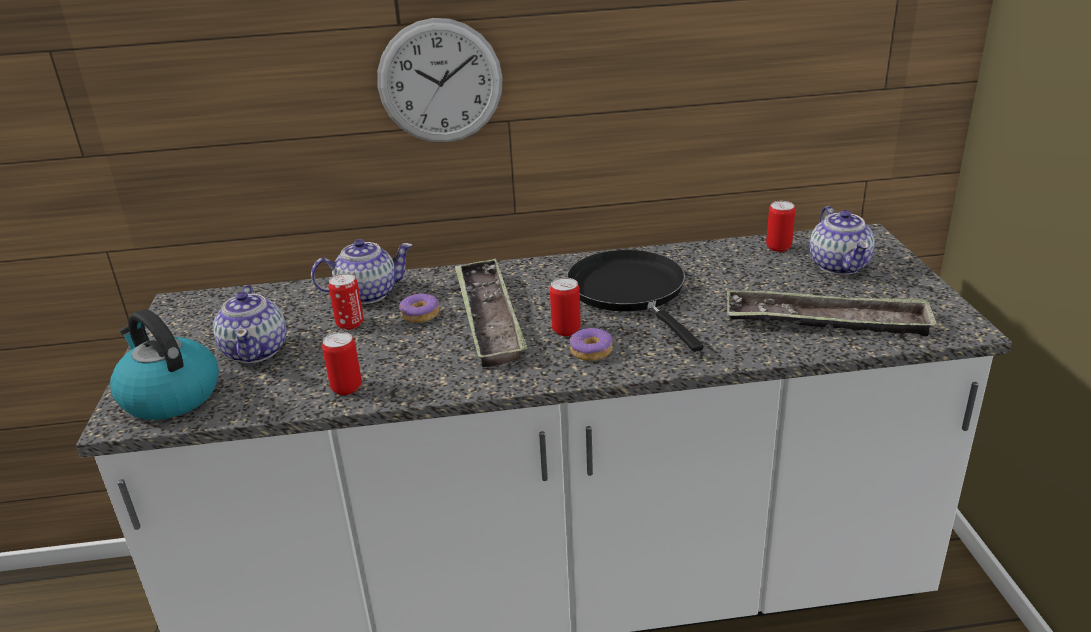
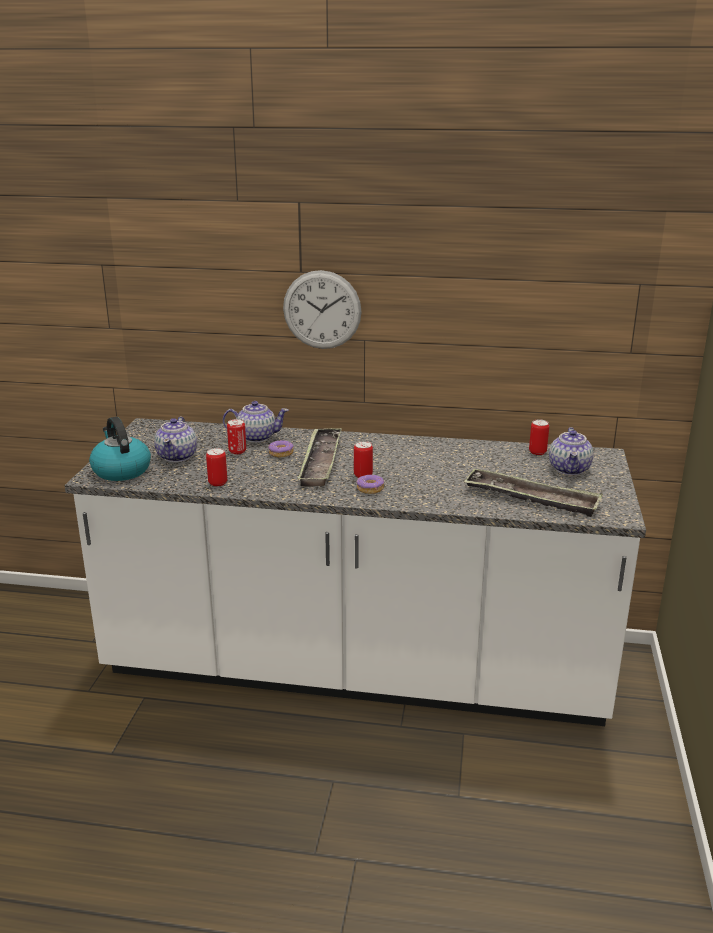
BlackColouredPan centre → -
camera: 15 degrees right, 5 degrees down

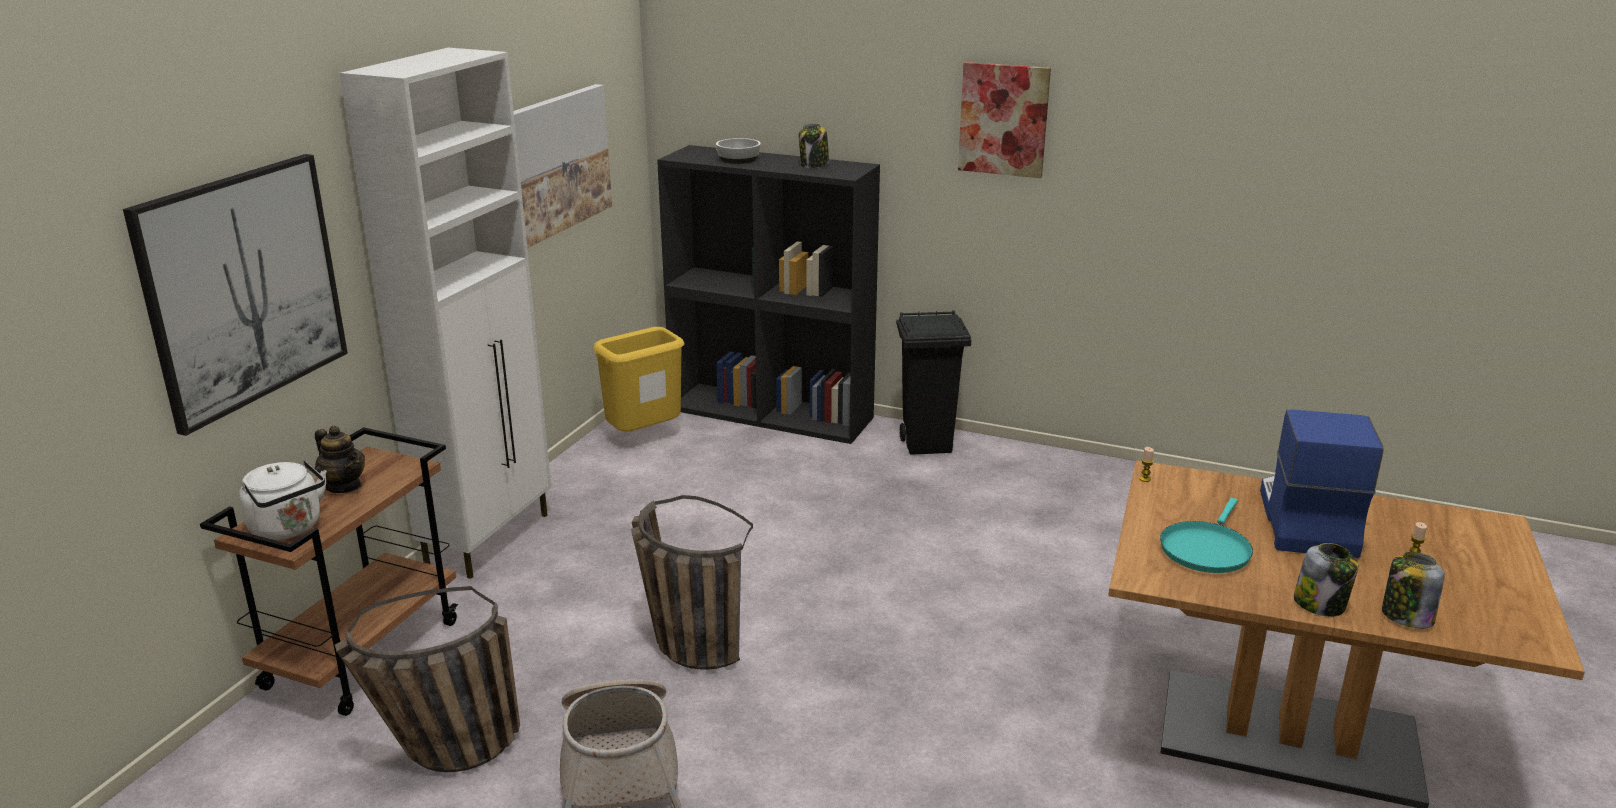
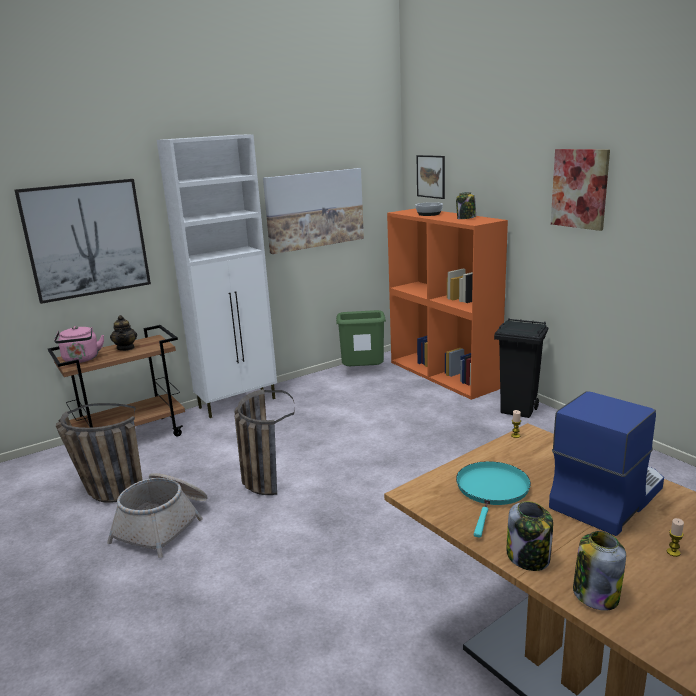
BlackColouredShelvingUnit centre → OrangeyShelvingUnit centre
YellowishWasteBin centre → GreenWasteBin centre
WhiteColouredWaterKettle middle left → PinkWaterKettle middle left
TurquoisePan middle right → TurquoisePan bottom right, 135 degrees clockwise
- → WallPicture (3rd from left) top centre
camera: 35 degrees right, 5 degrees down

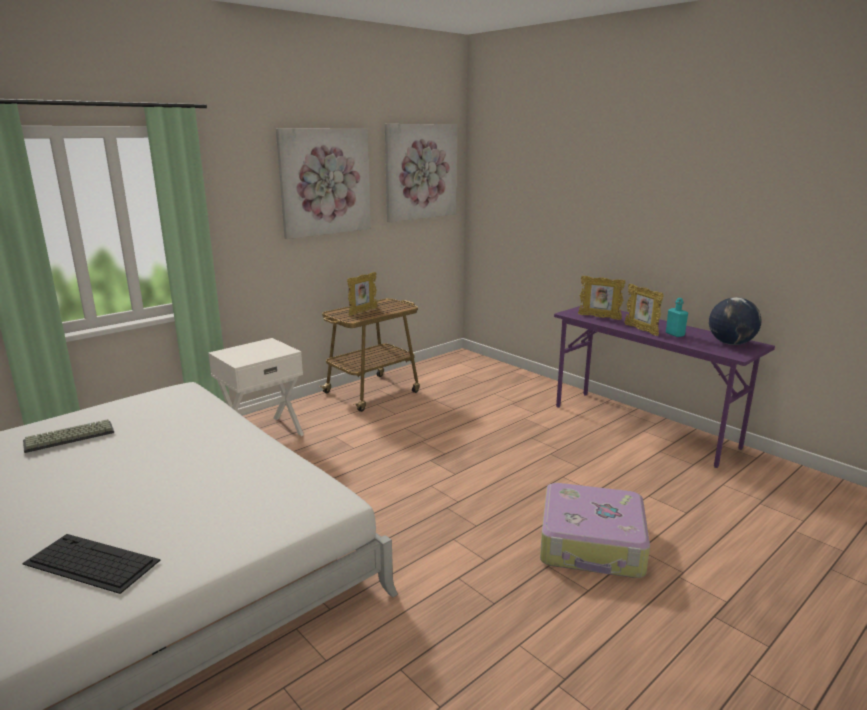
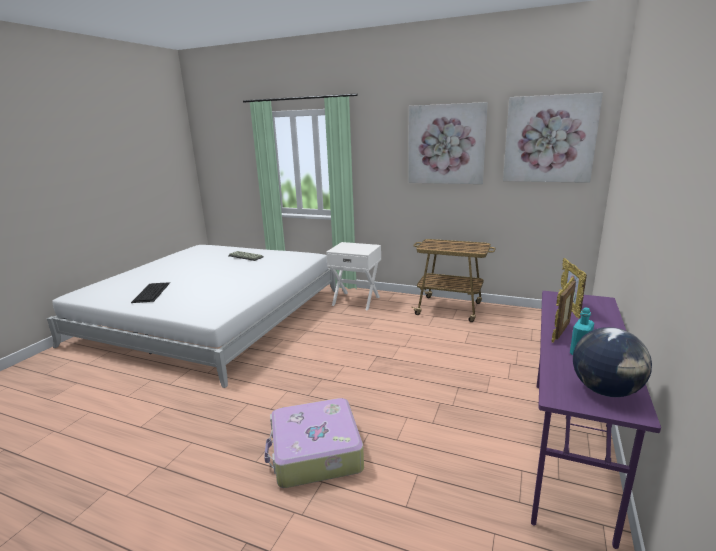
StandingFrame (1st from left) centre → -
camera: 65 degrees right, 0 degrees up

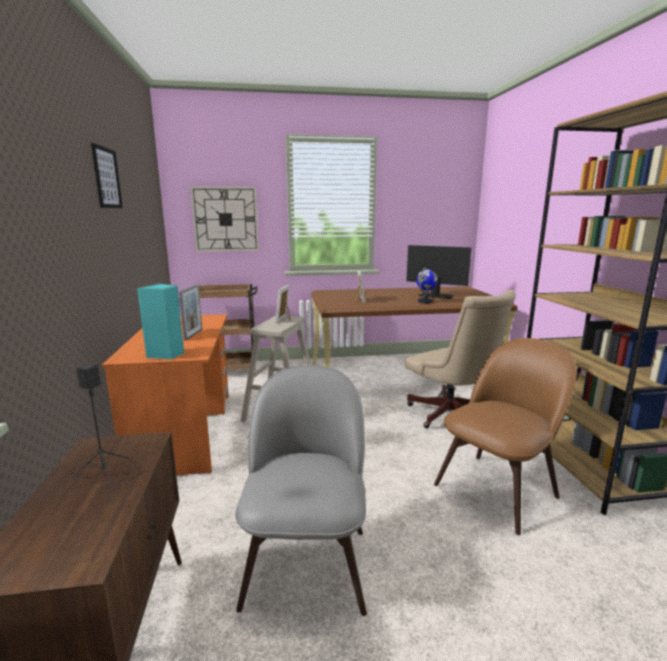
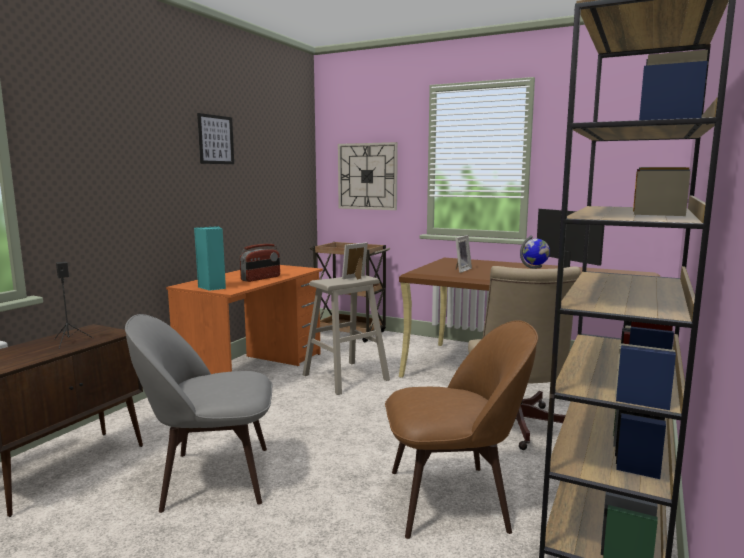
StandingFrame (1st from left) middle left → RadioSet centre
GrayUprightChair bottom centre → GrayUprightChair bottom left, 135 degrees counterclockwise
camera: 35 degrees right, 5 degrees down

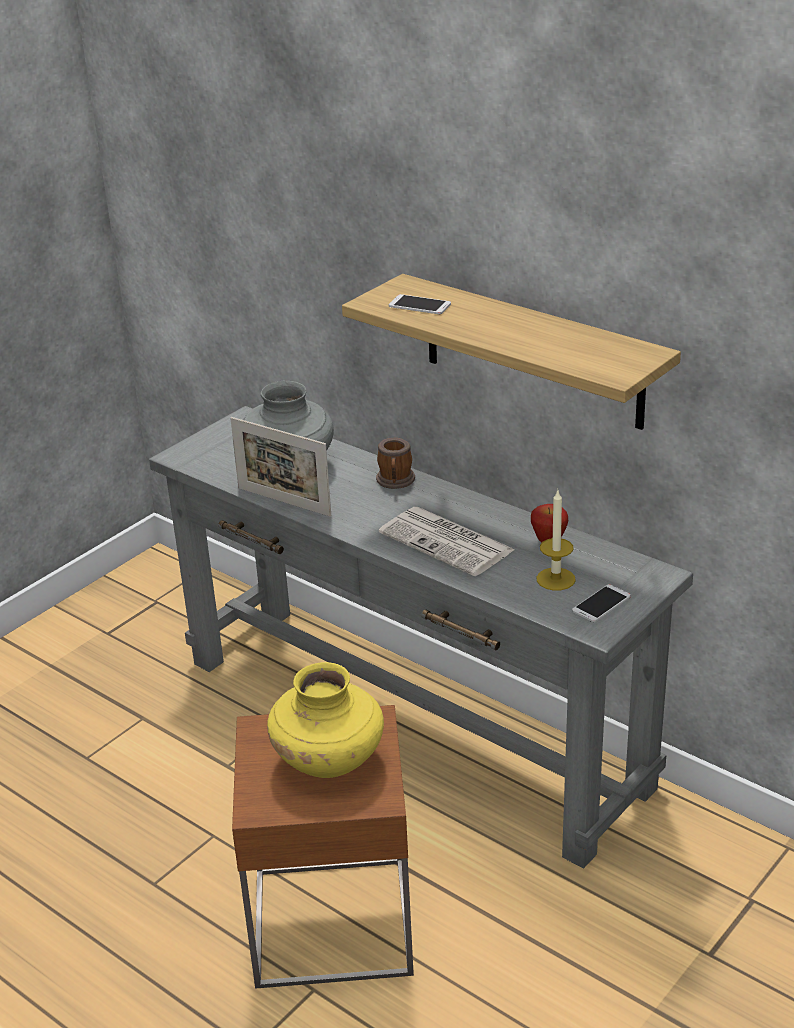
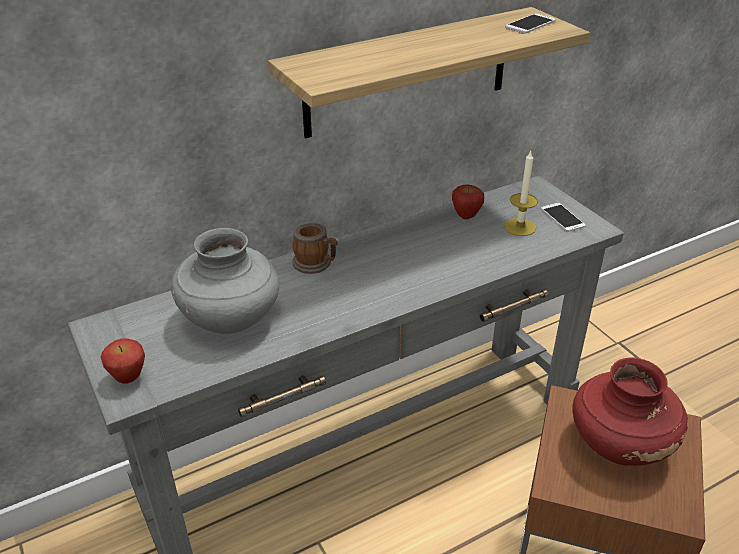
Handset (1st from left) top centre → Handset (1st from left) top right, moved
StandingFrame centre → -
Newspaper centre → -
YellowishVase bottom centre → RedColouredVase bottom right
- → Apple (1st from left) middle left
camera: 70 degrees left, 5 degrees up

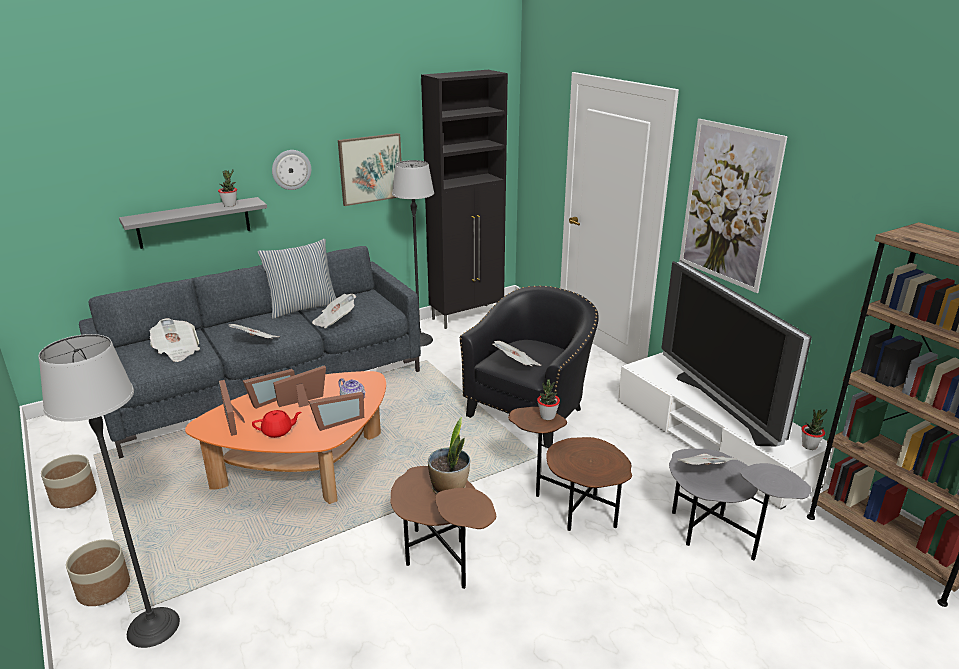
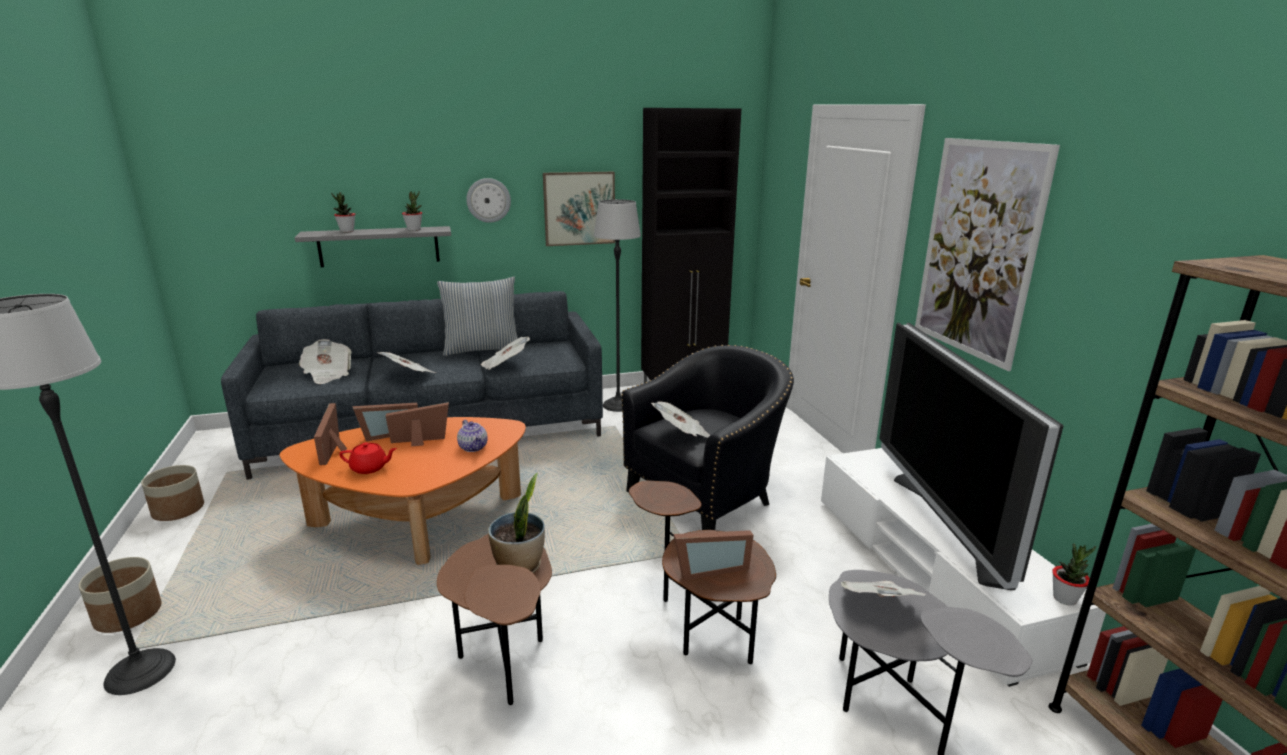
PlantInAPot (3rd from left in the first image) centre → PlantInAPot (1st from left) top left, moved
StandingFrame (4th from left) centre → StandingFrame (4th from left) bottom centre, moved
camera: 15 degrees right, 5 degrees down

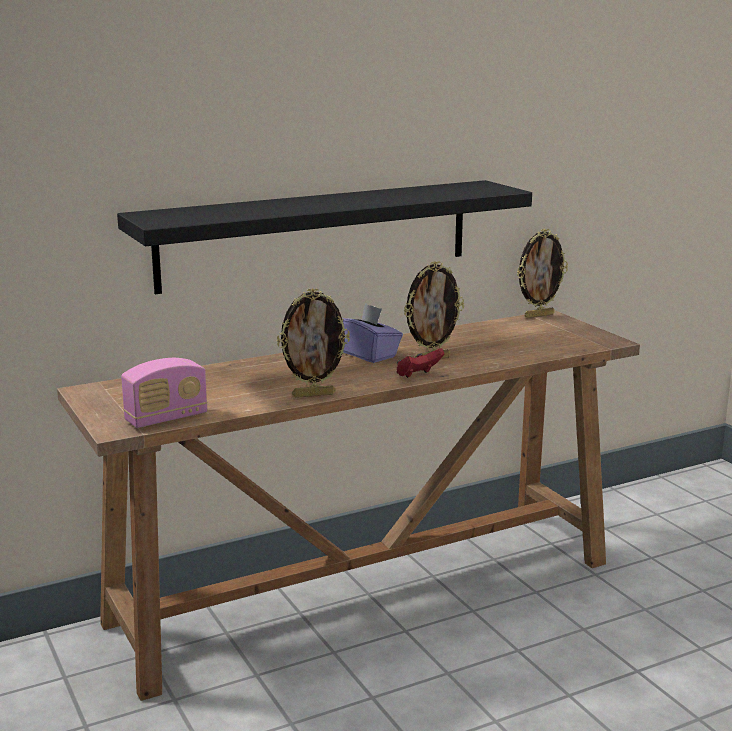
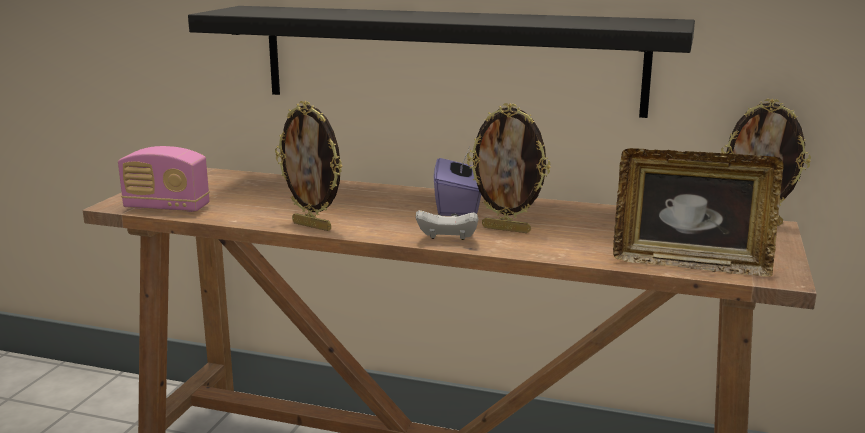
RedColouredGamepad centre → WhiteColouredGamepad centre
- → StandingFrame (3rd from left) middle right
camera: 45 degrees right, 0 degrees up

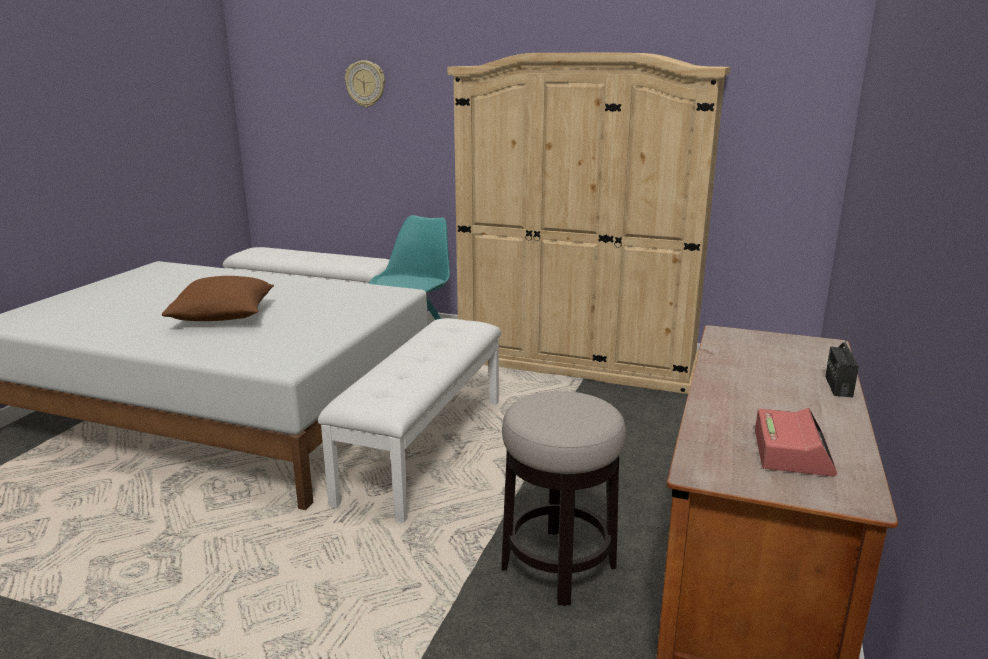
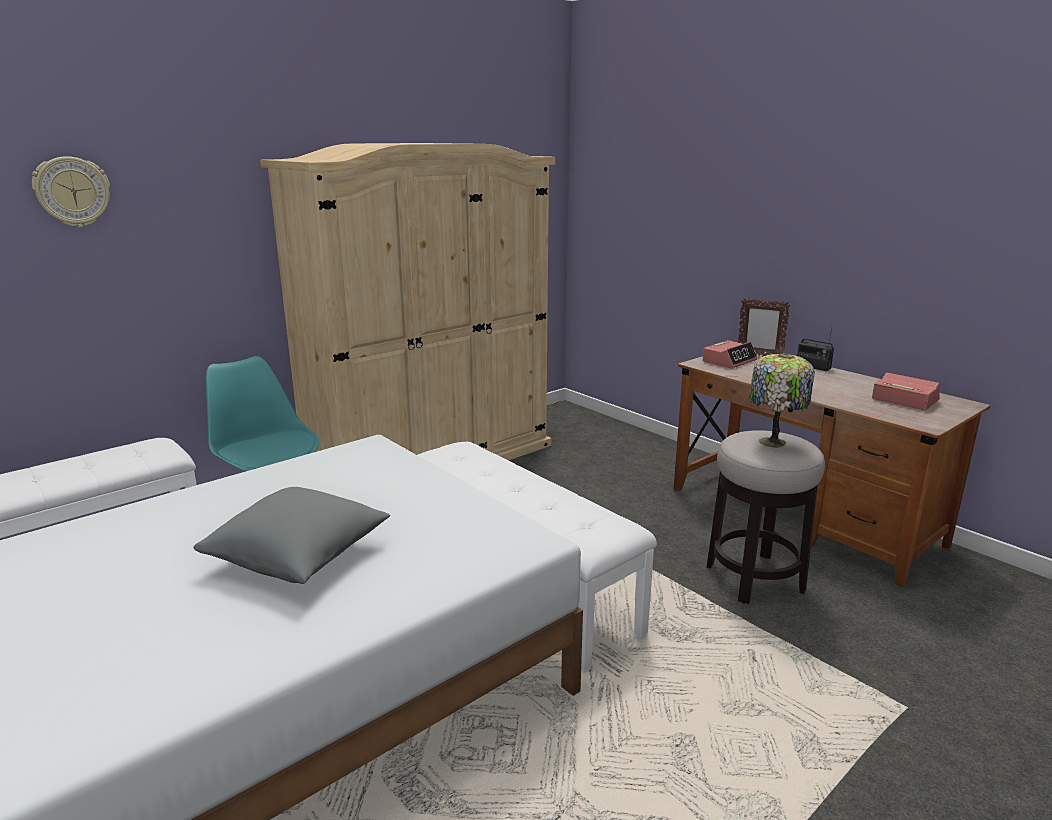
BrownishCushion middle left → GrayCushion middle left
- → StandingFrame middle right
- → BedsideClock (1st from left) middle right
- → TableLamp middle right
camera: 60 degrees left, 0 degrees up

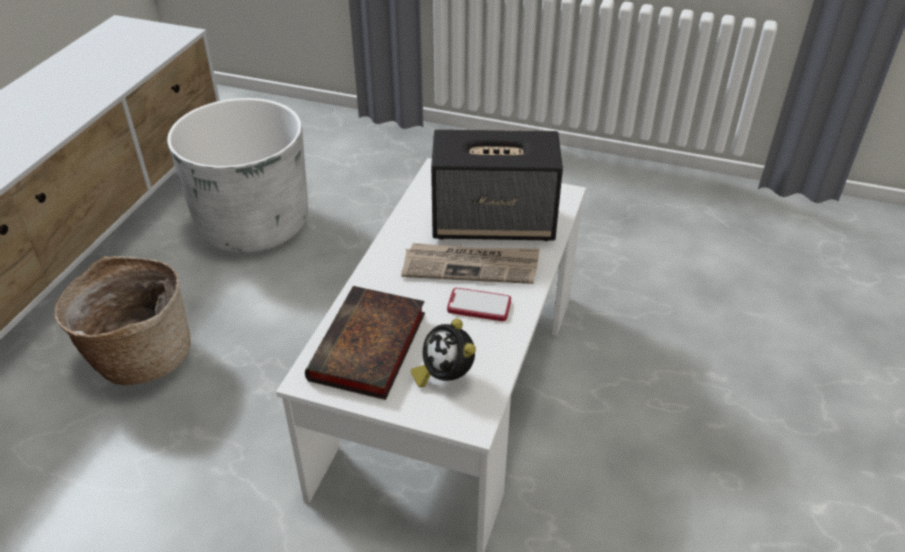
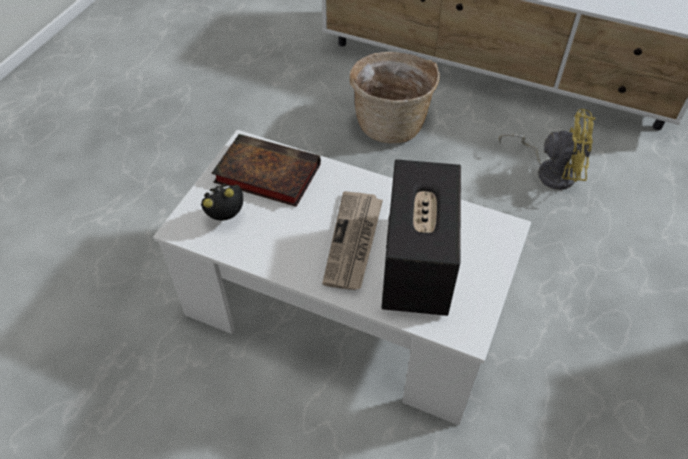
WhiteColouredPlanter top left → YellowishCoolingFan top right
Handset centre → -
camera: 95 degrees right, 10 degrees up

